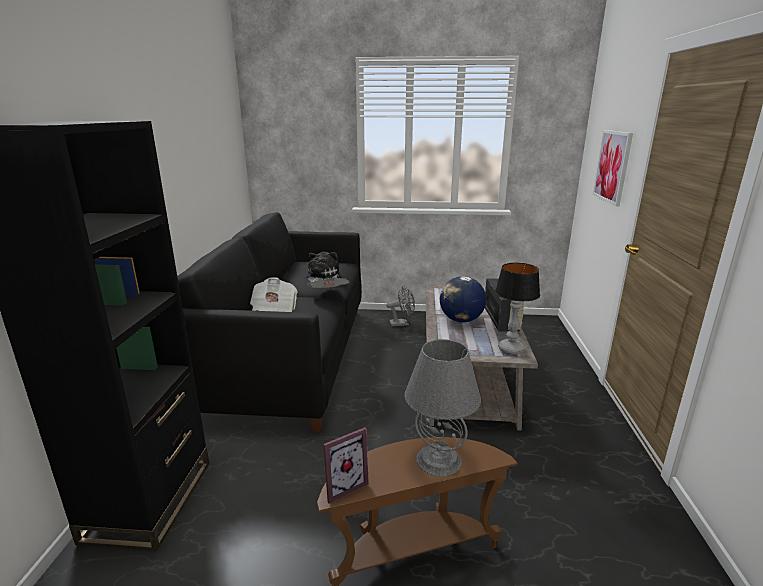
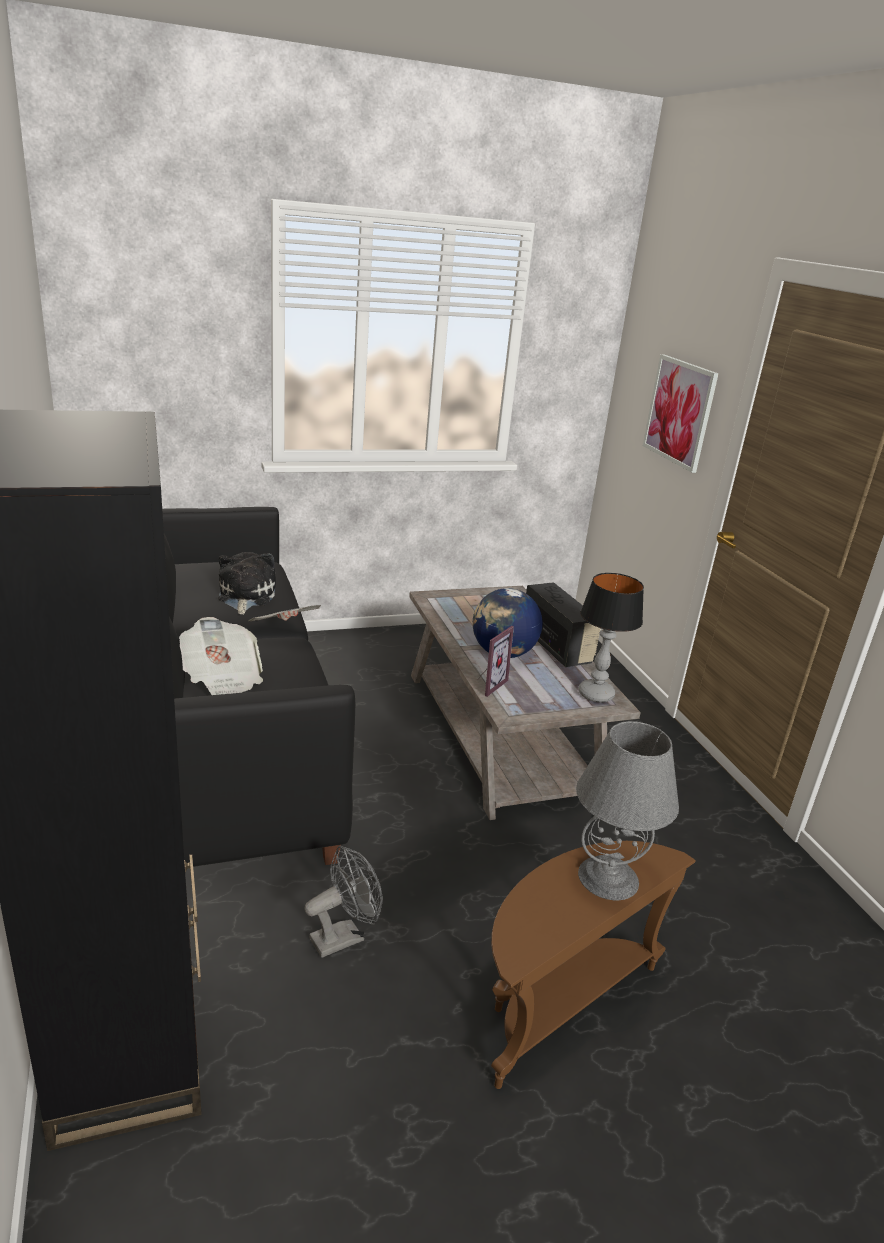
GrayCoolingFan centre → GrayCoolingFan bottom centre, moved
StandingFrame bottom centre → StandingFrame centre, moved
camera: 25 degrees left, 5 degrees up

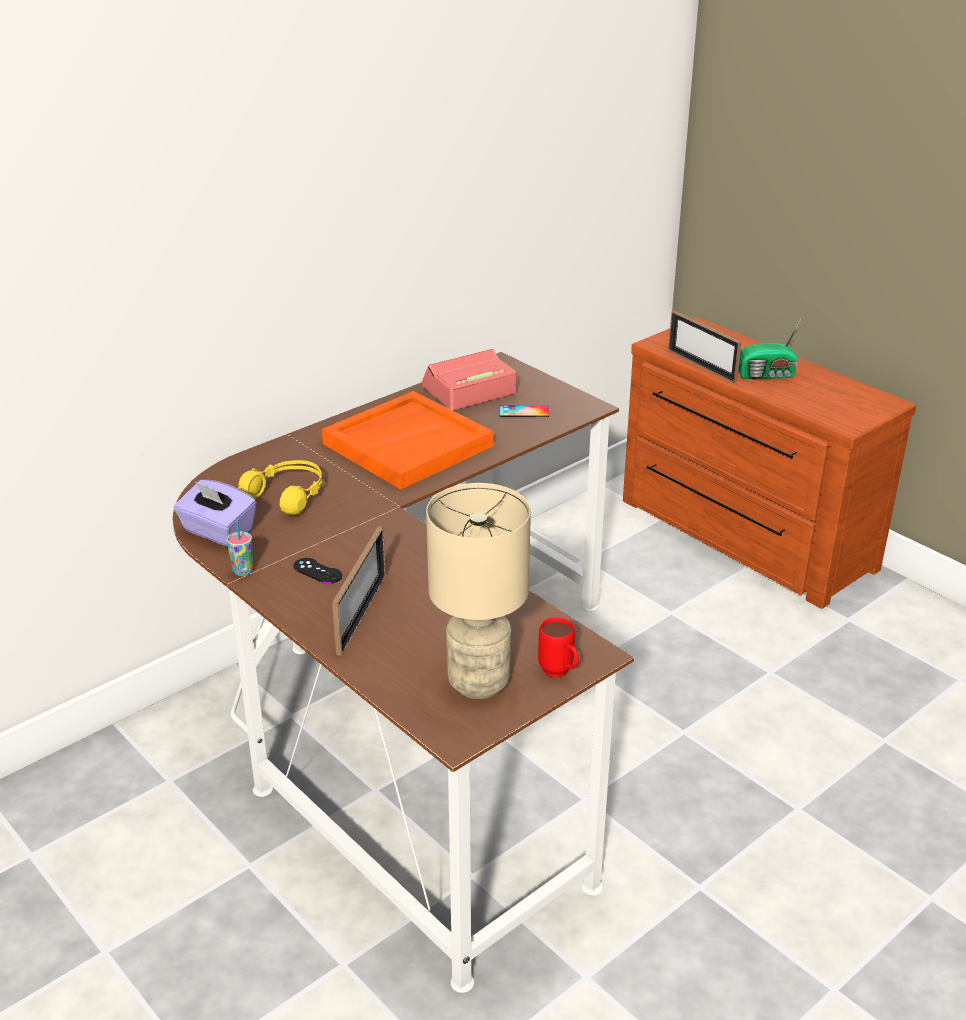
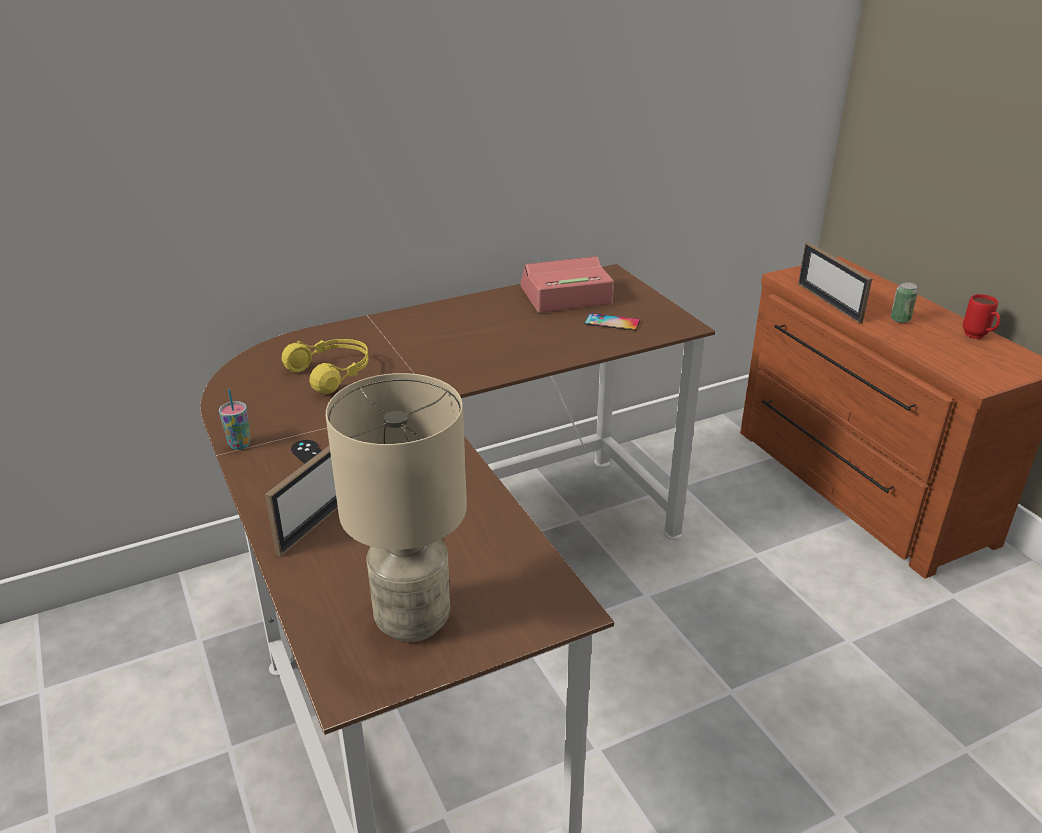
RadioSet middle right → MetalCan middle right
OrangeyTray centre → -
PurpleColouredBoxOfTissues middle left → -
RedColouredMug centre → RedColouredMug middle right, moved
camera: 15 degrees right, 0 degrees up

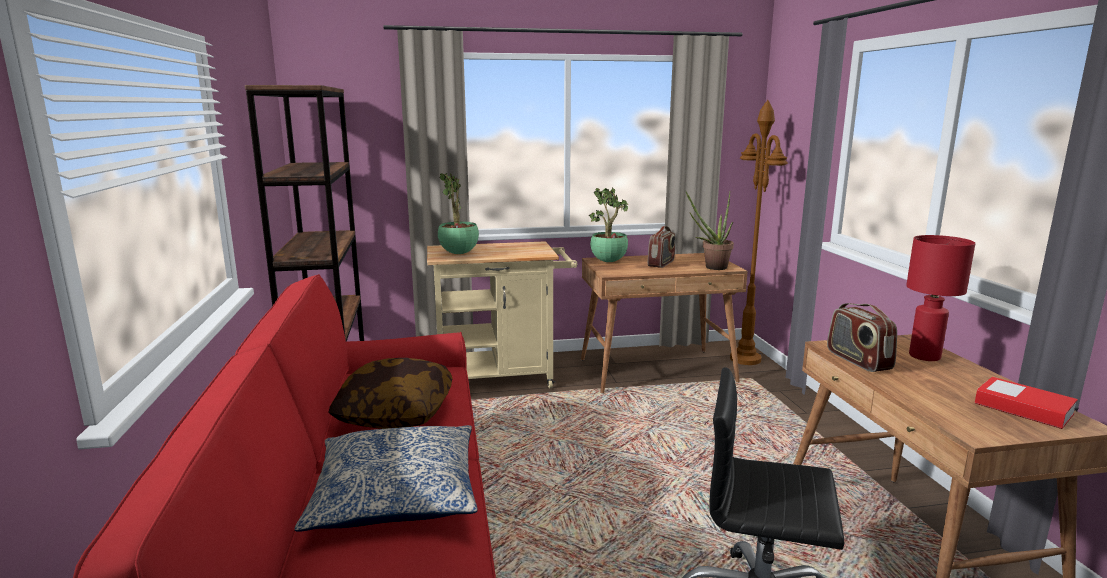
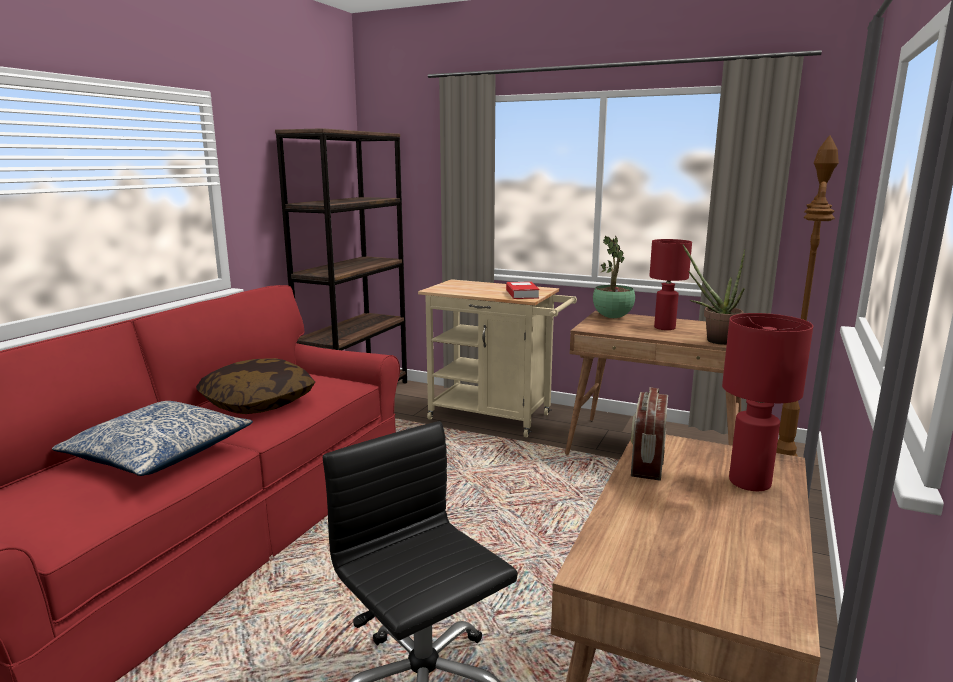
PlantInAPot (1st from left) centre → -
RadioSet (1st from left) centre → RedColouredTableLamp (1st from left) middle right
BoundBook bottom right → BoundBook centre, moved
camera: 35 degrees right, 0 degrees up

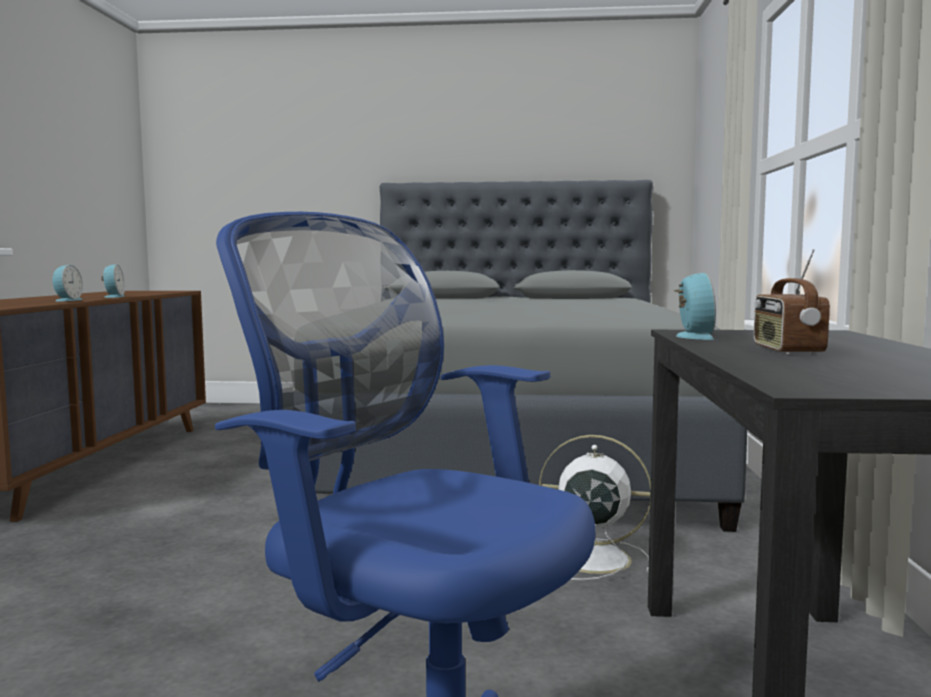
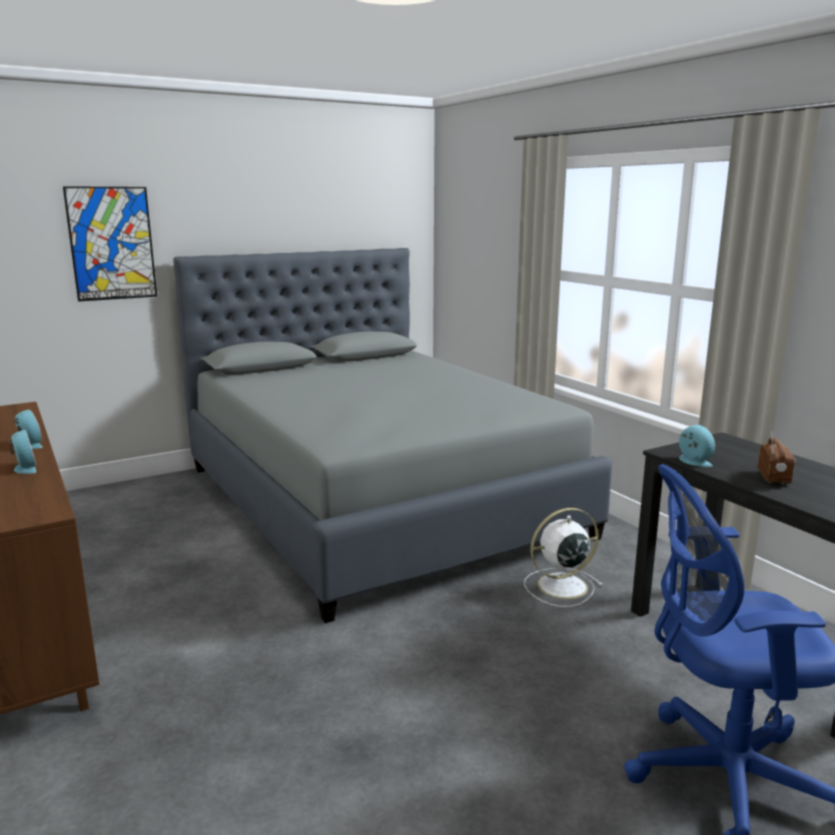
RadioSet middle right, 135 degrees counterclockwise
- → WallPicture top left
camera: 35 degrees left, 10 degrees up

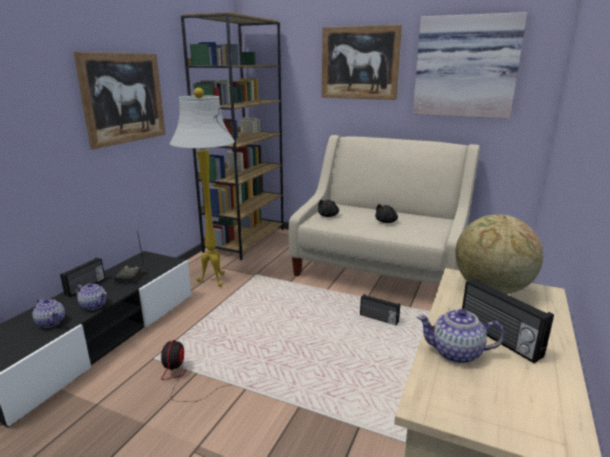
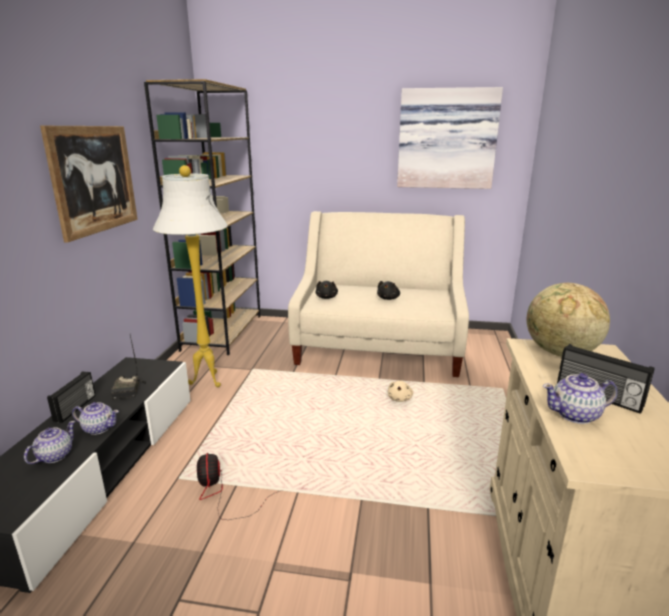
WallPicture (2nd from left) top centre → -
RadioSet (3rd from left) bottom centre → SandColouredPlushToy centre
Teapot (1st from left) bottom left, 90 degrees counterclockwise
camera: 15 degrees left, 0 degrees up

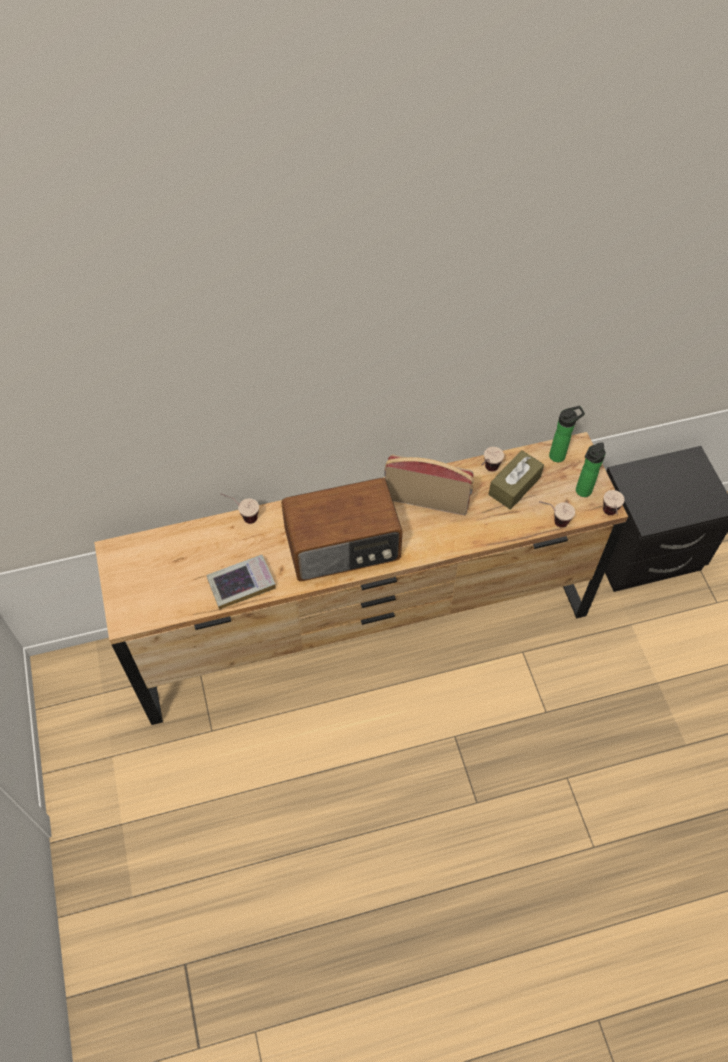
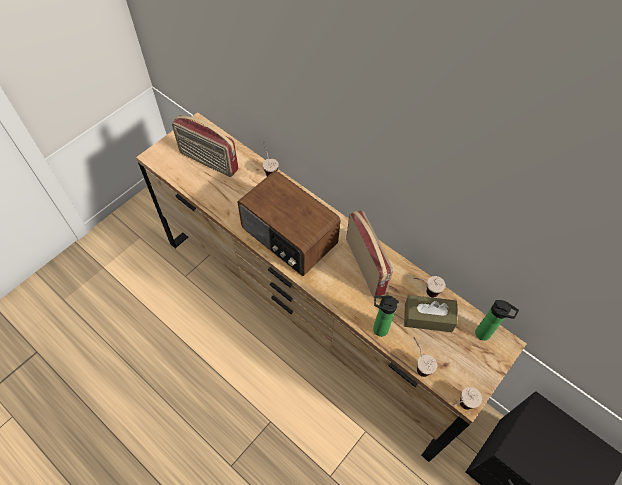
BeverageBottle (2nd from left in the first image) middle right → BeverageBottle (1st from left) centre, moved
BoundBook middle left → -
- → RadioSet (1st from left) top left
camera: 55 degrees right, 0 degrees up

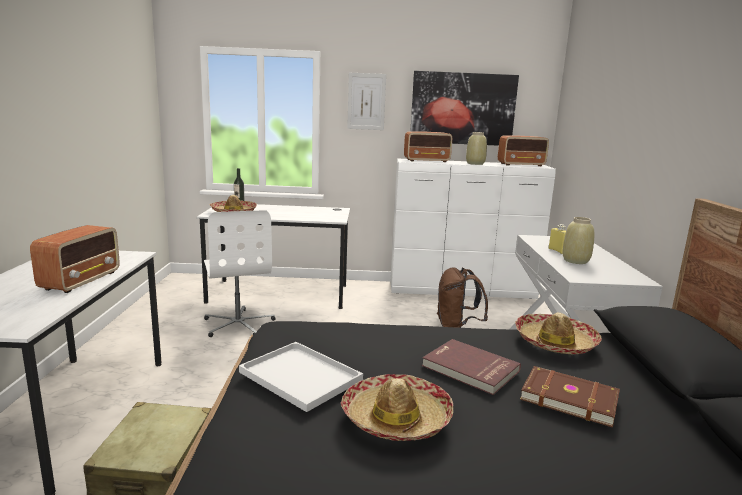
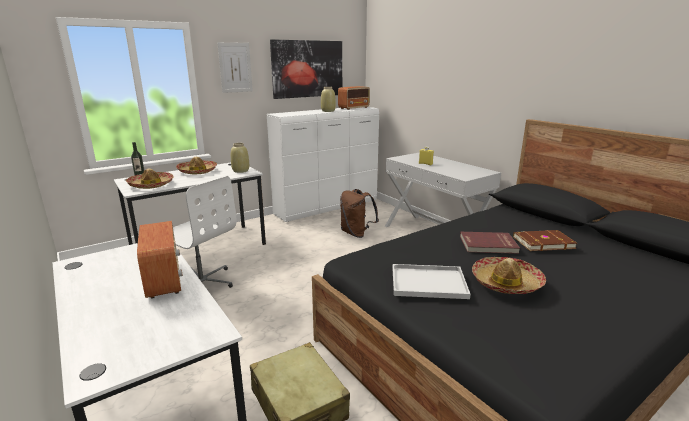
RadioSet (2nd from left) top centre → -
SandColouredVase (2nd from left in the first image) middle right → SandColouredVase (1st from left) centre, moved
ClothingHat (3rd from left in the first image) bottom right → ClothingHat (2nd from left) middle left, moved
camera: 35 degrees left, 5 degrees up

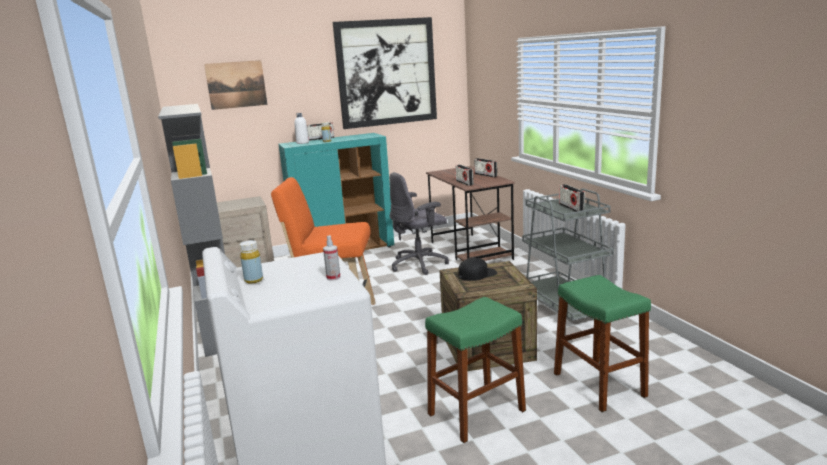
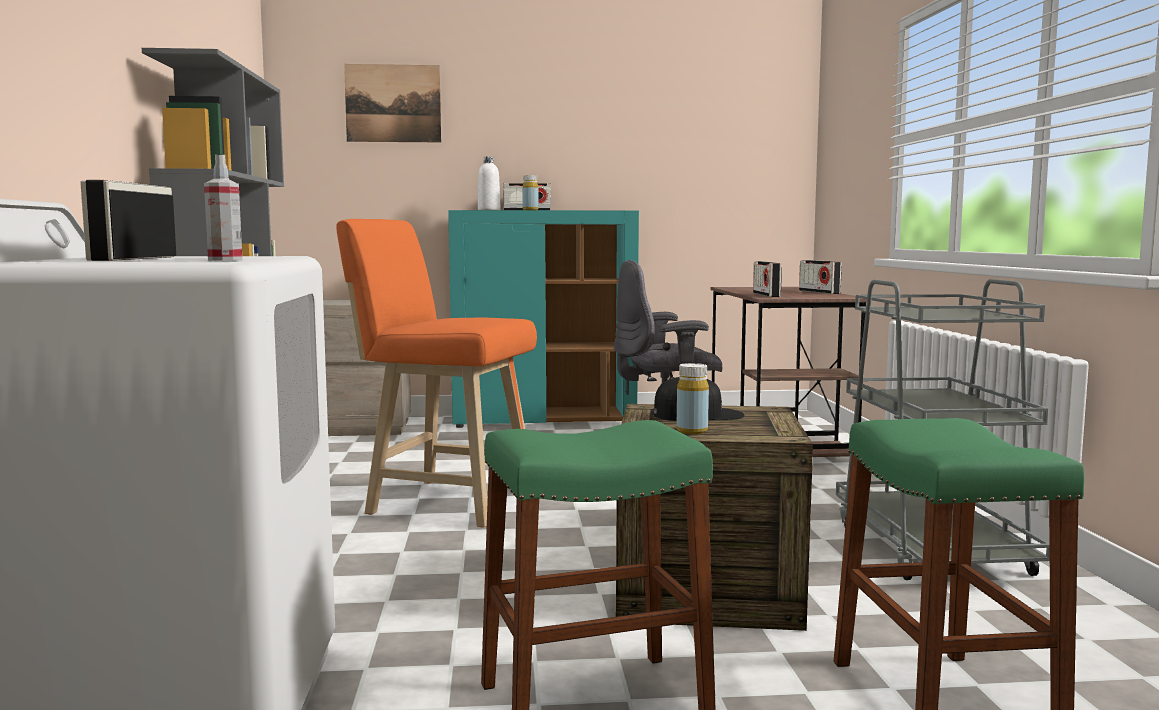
WallPicture (2nd from left) top centre → -
RadioSet (4th from left in the first image) middle right → RadioSet (1st from left) top left, moved
YellowishBeverageBottle (1st from left in the first image) middle left → YellowishBeverageBottle (2nd from left) centre, moved
camera: 15 degrees right, 10 degrees down

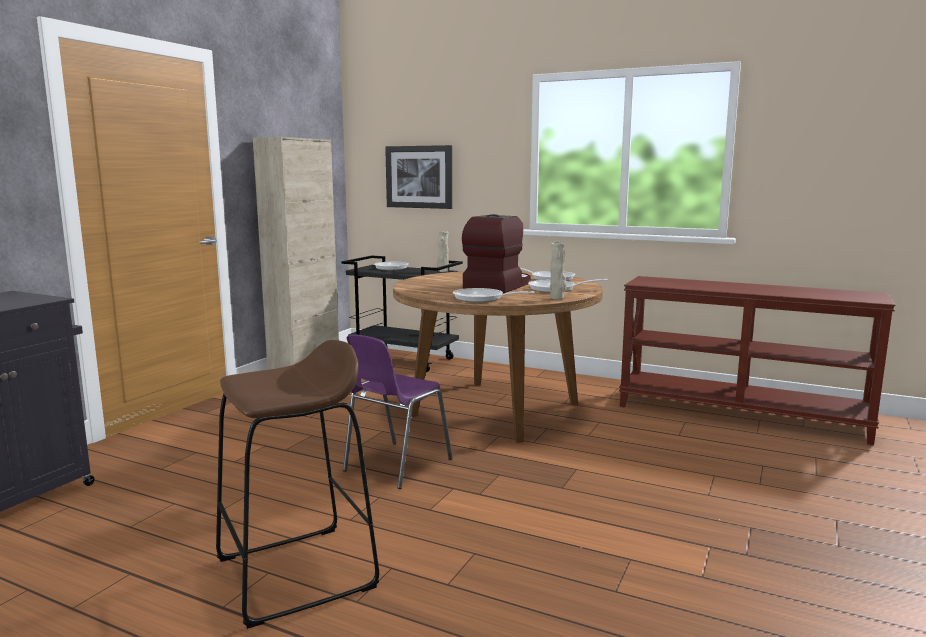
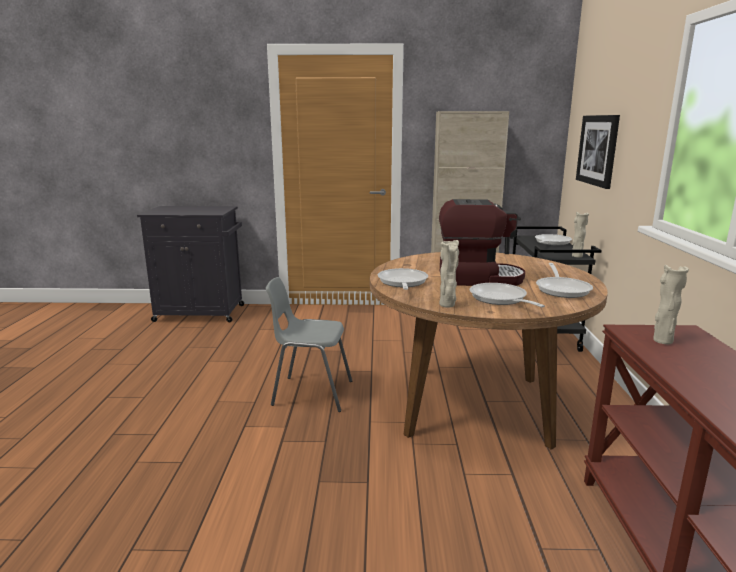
PurpleColouredUprightChair centre → GrayUprightChair centre
BrownishStoolSeat bottom left → -
- → SandColouredVase (3rd from left) middle right
camera: 65 degrees right, 5 degrees up

